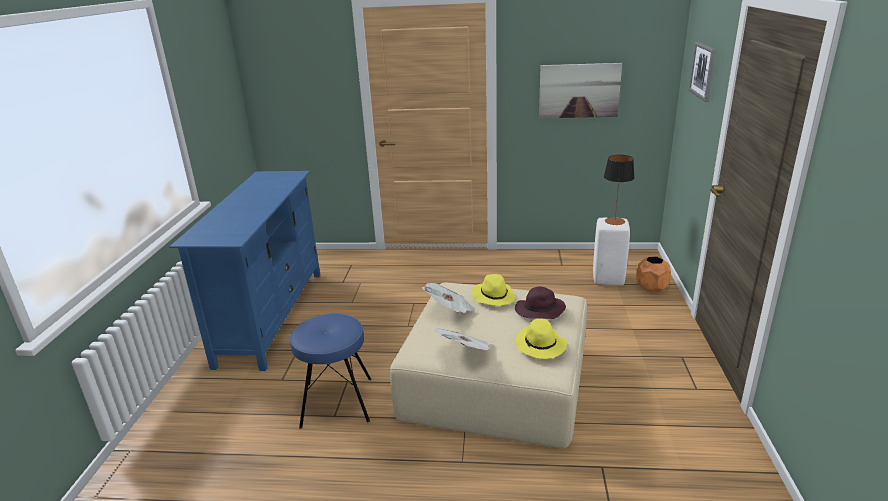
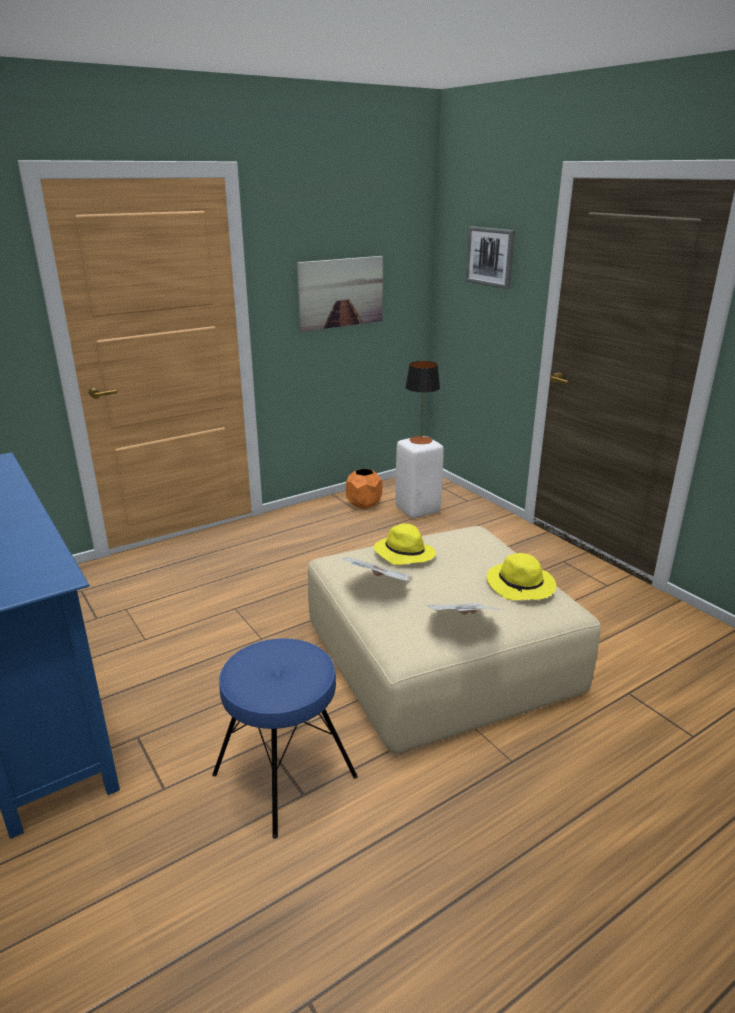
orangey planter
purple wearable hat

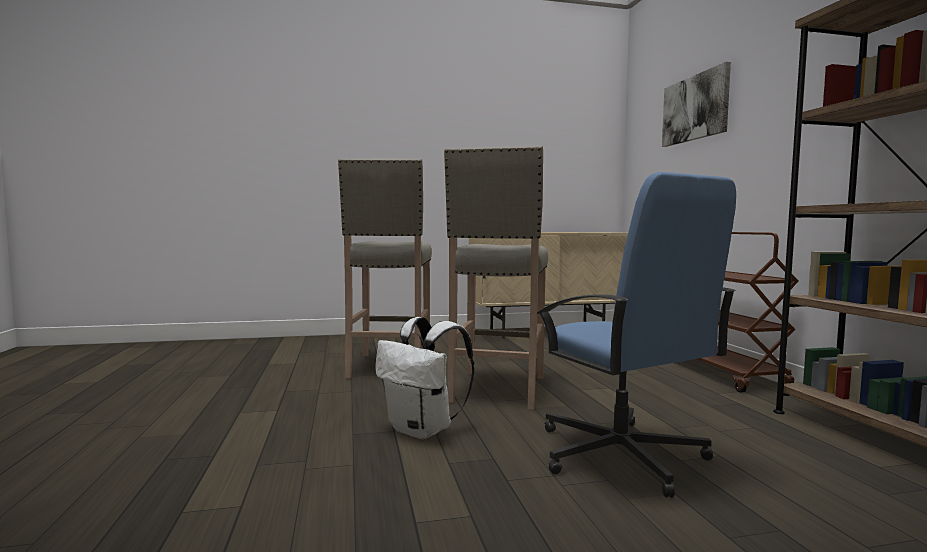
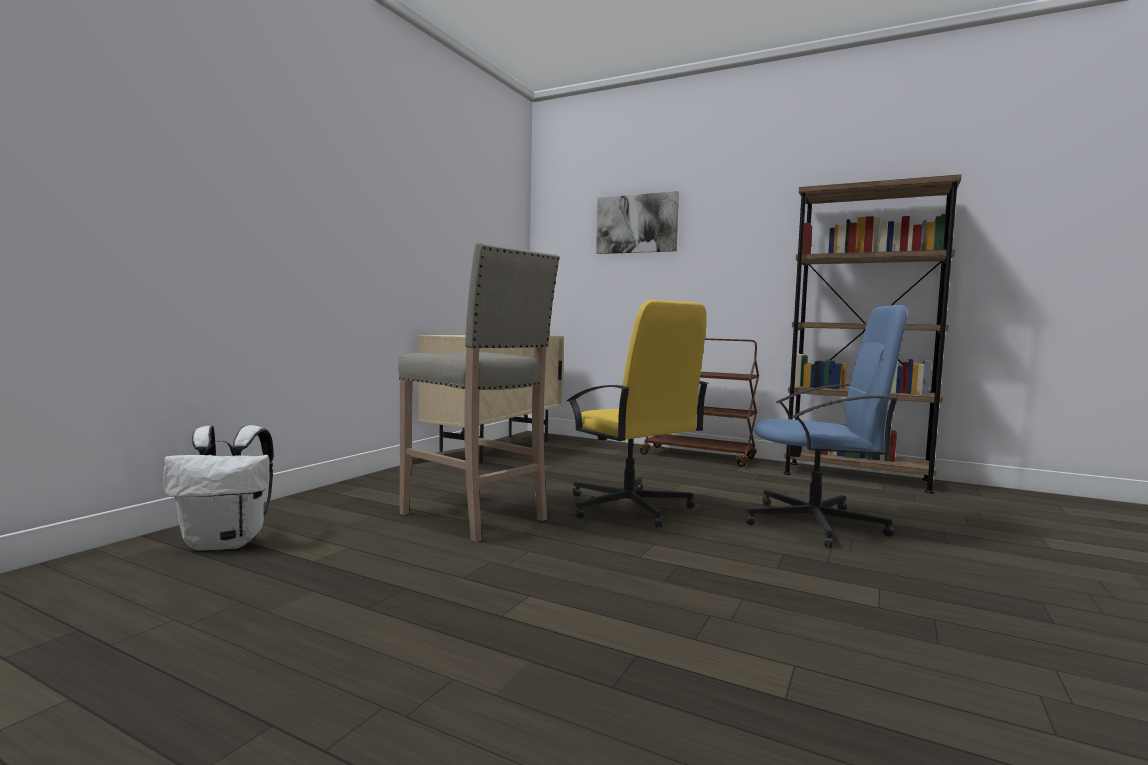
whitish knapsack
yellowish desk chair

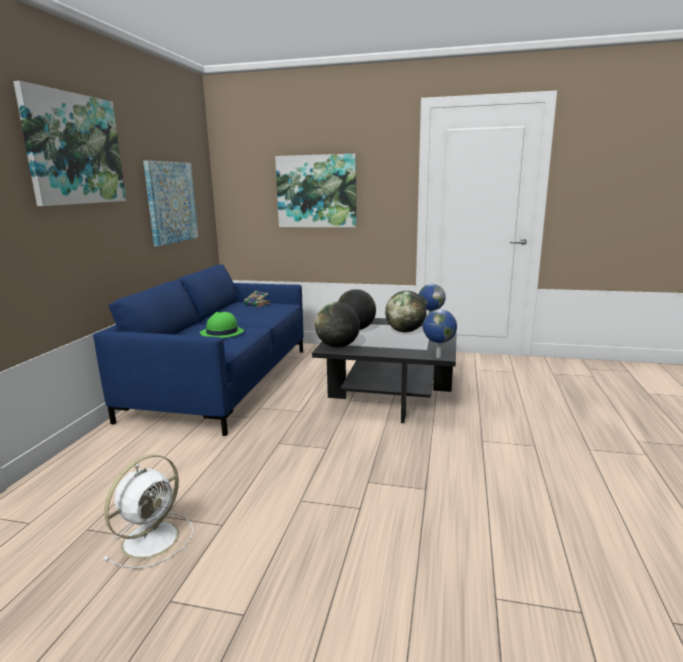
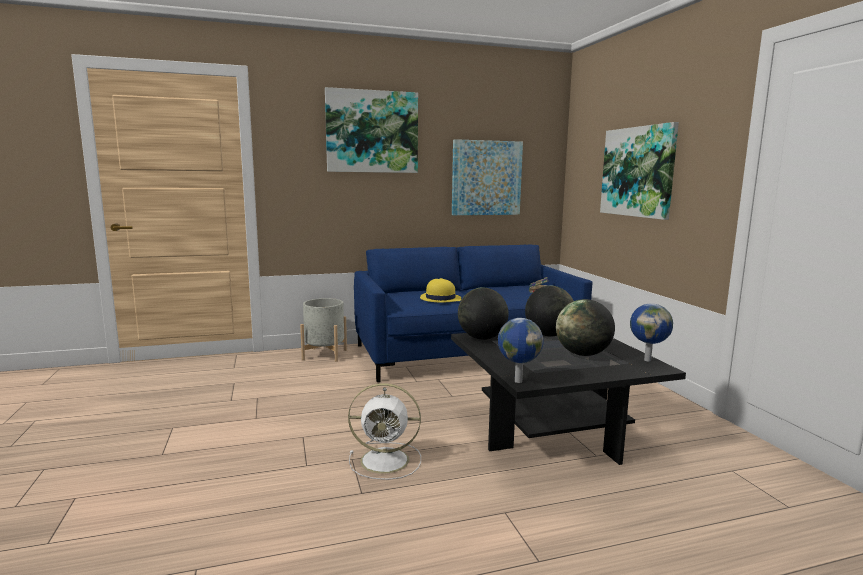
gray planter
whitish cooling fan
yellowish wearable hat

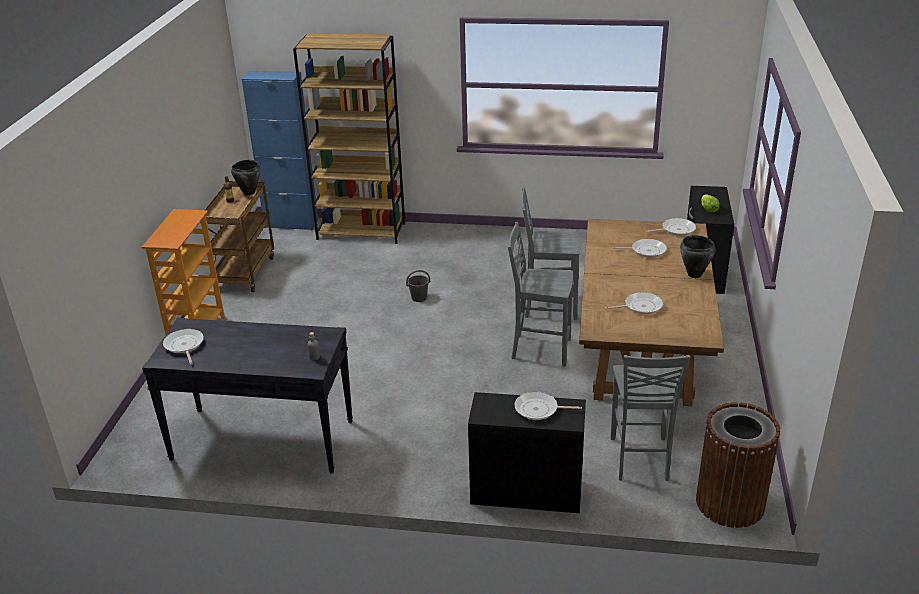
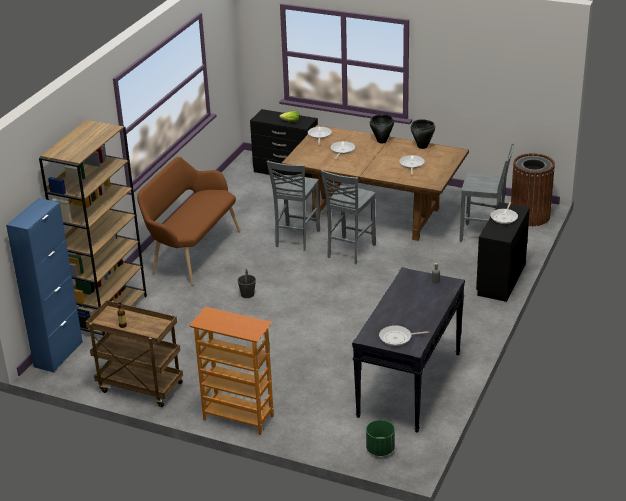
brown-coloured indoor bench
greenish planter
black stockpot (no. 2 from left)

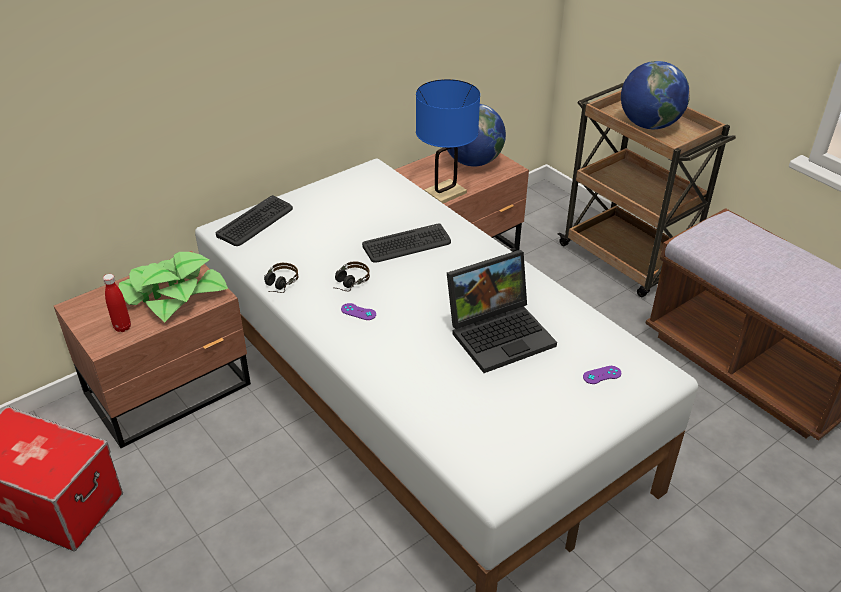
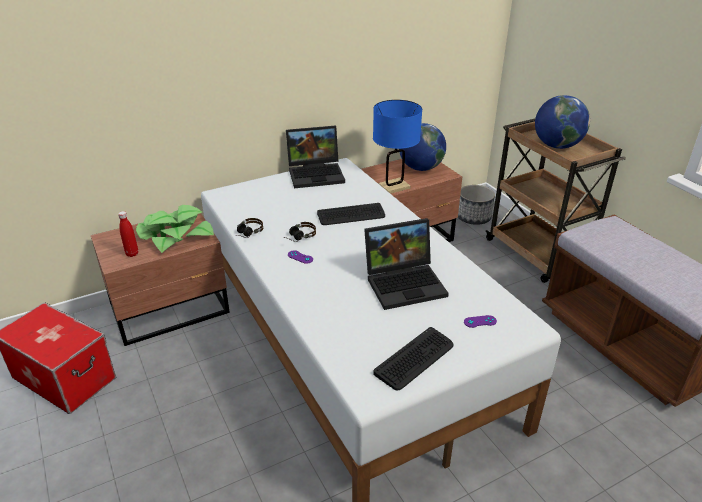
laptop (no. 1 from left)
PC keyboard (no. 2 from left)
planter

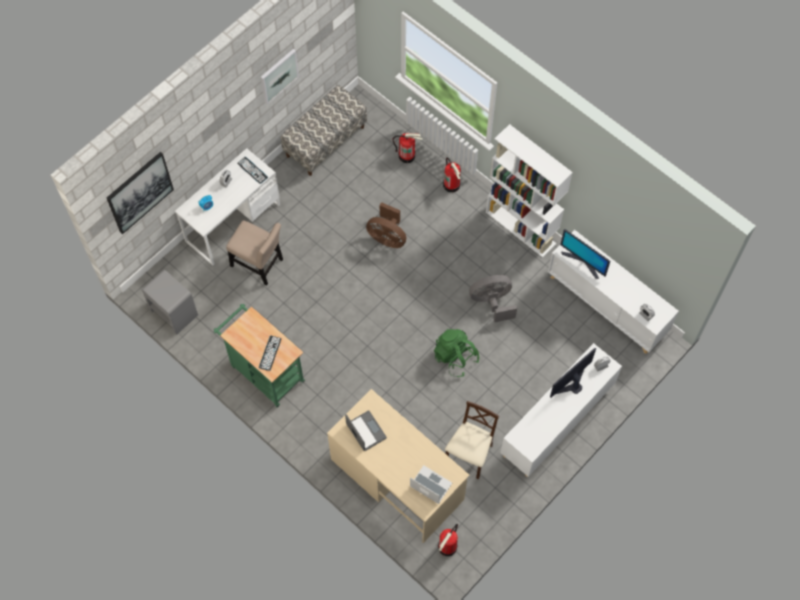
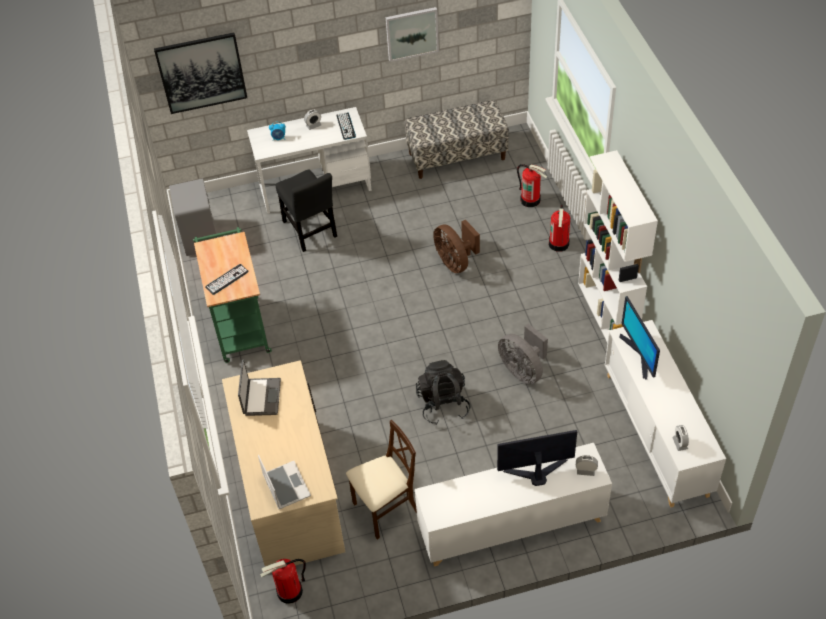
black upright chair
black knapsack
gray cooling fan

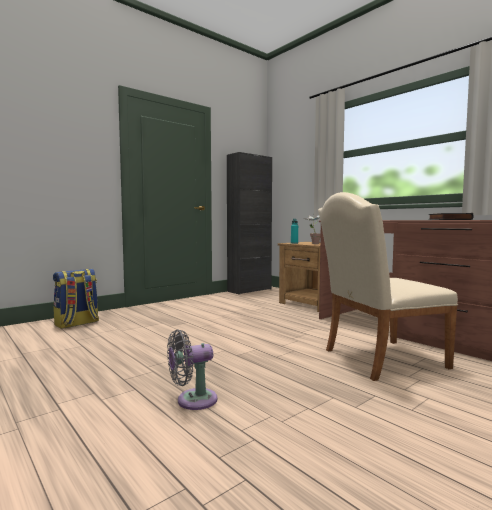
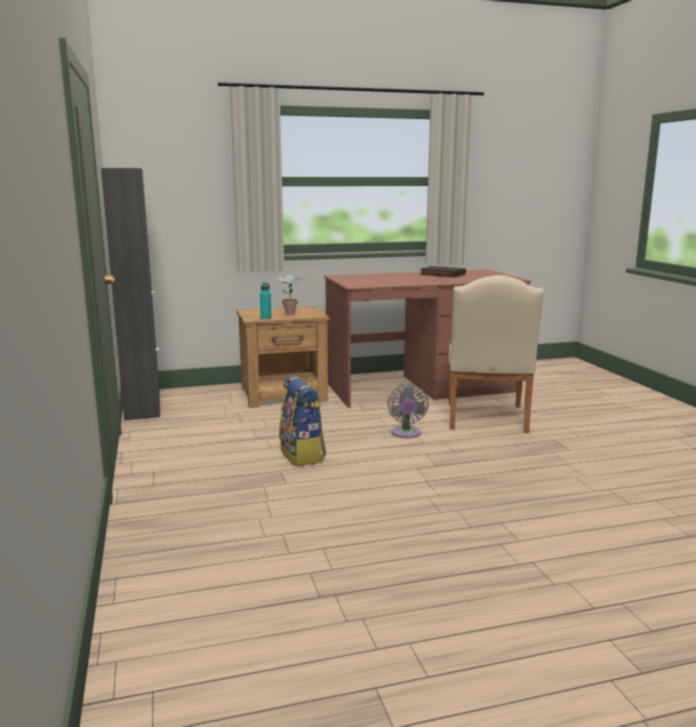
knapsack
gray cooling fan

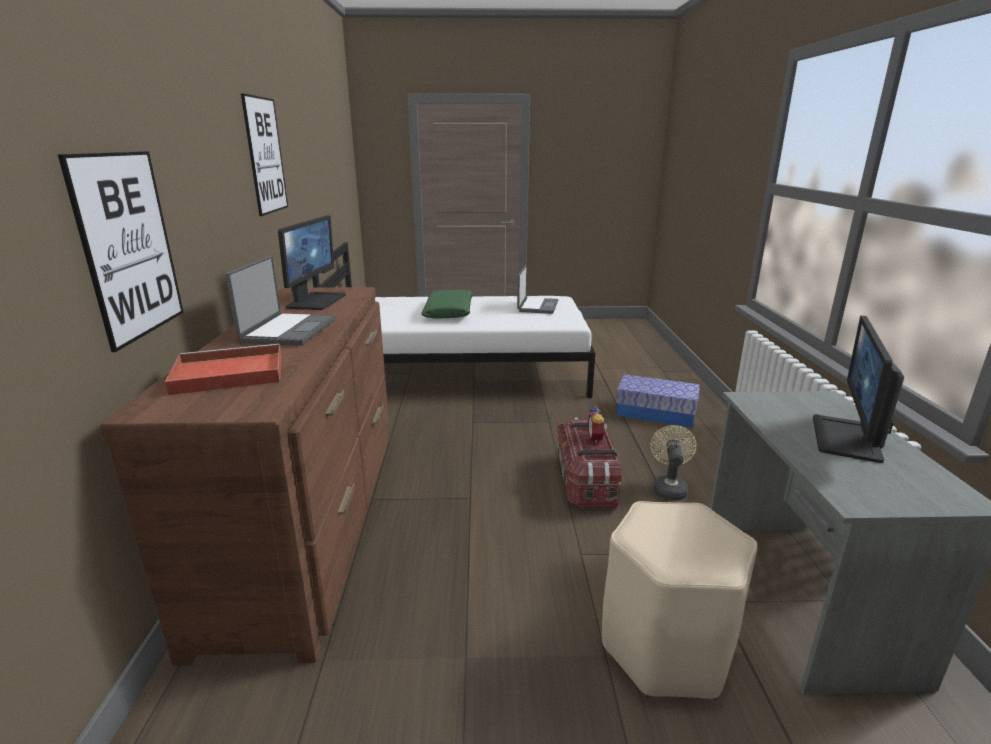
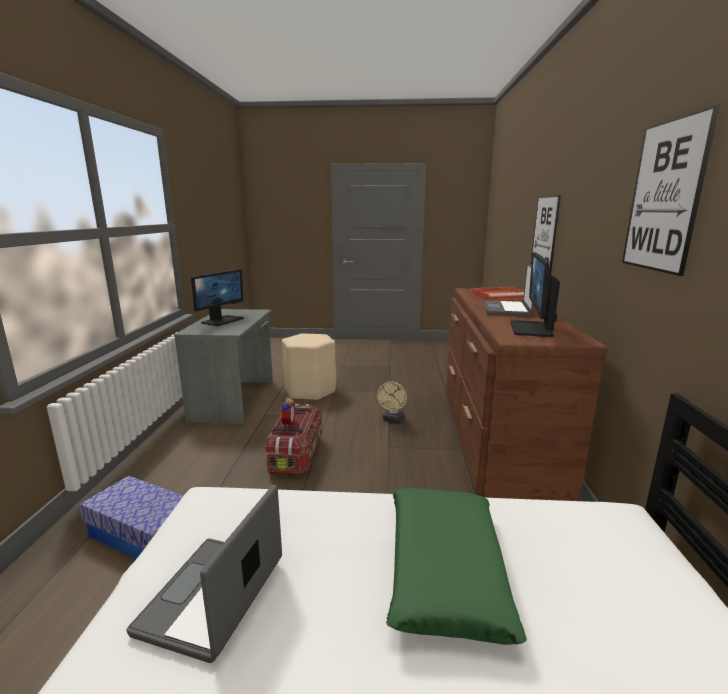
beige cooling fan

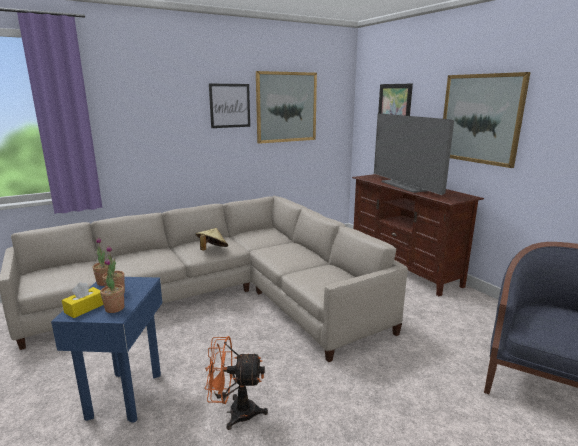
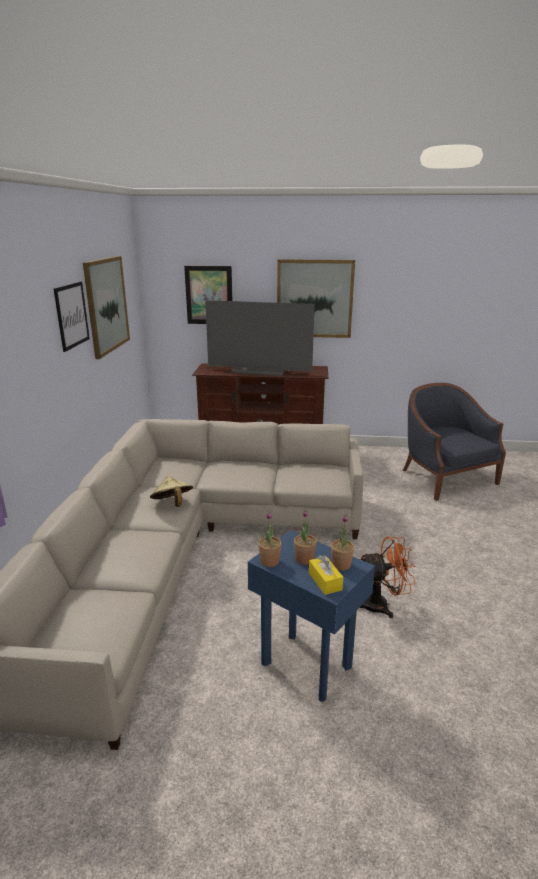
orangey cooling fan

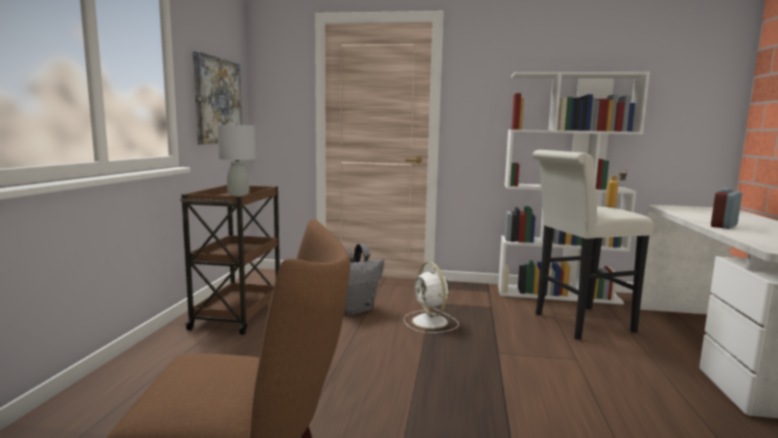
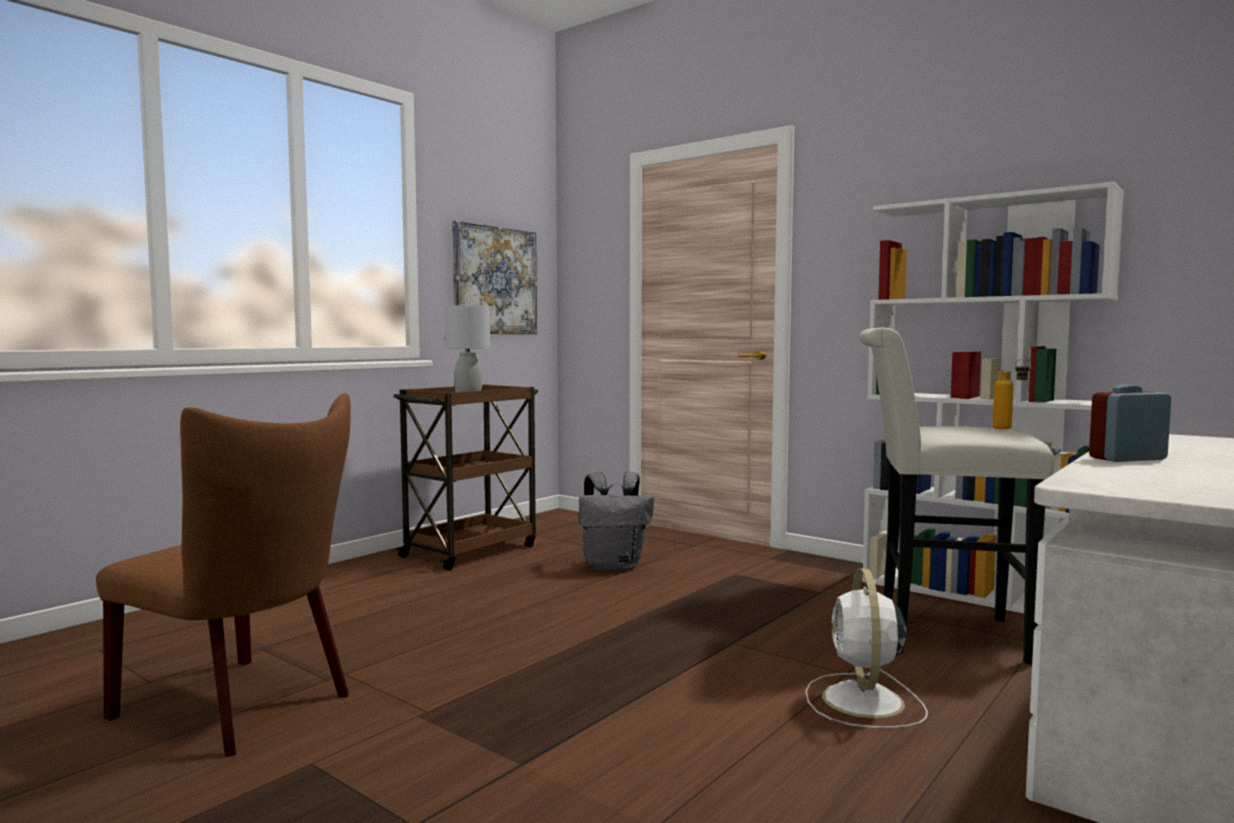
whitish cooling fan

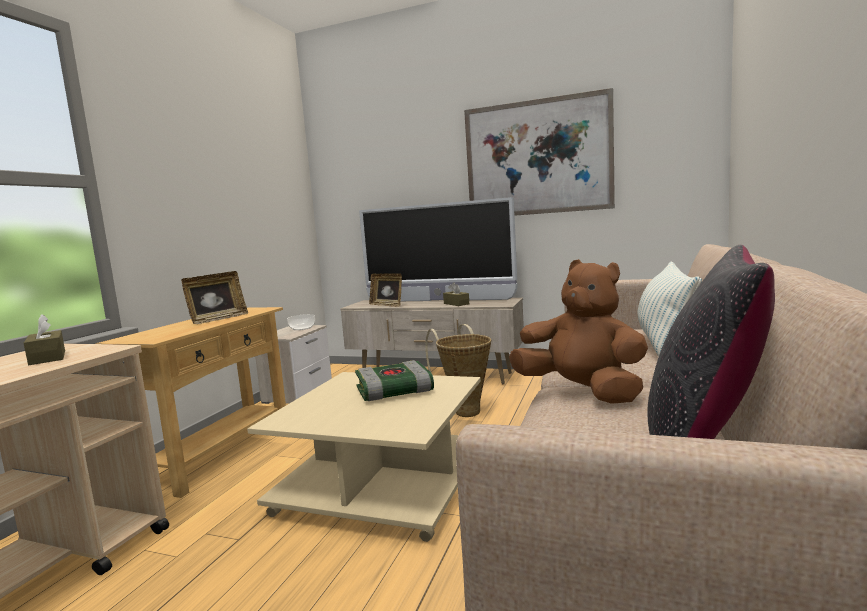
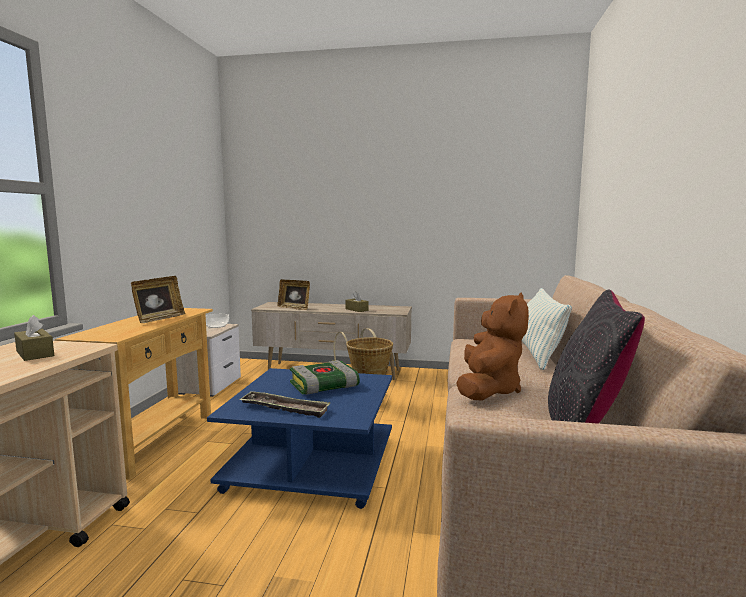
blue coffee table
tray
brown-coloured plush toy
TV set
wall art

